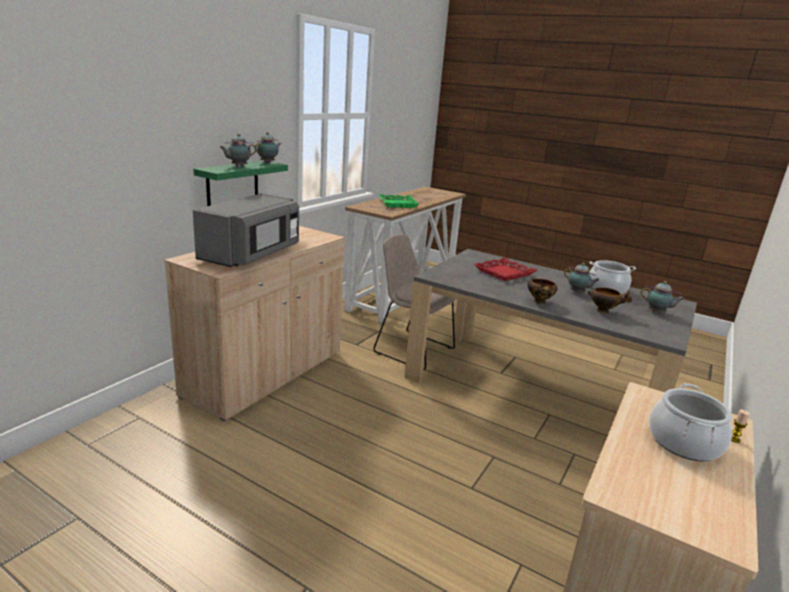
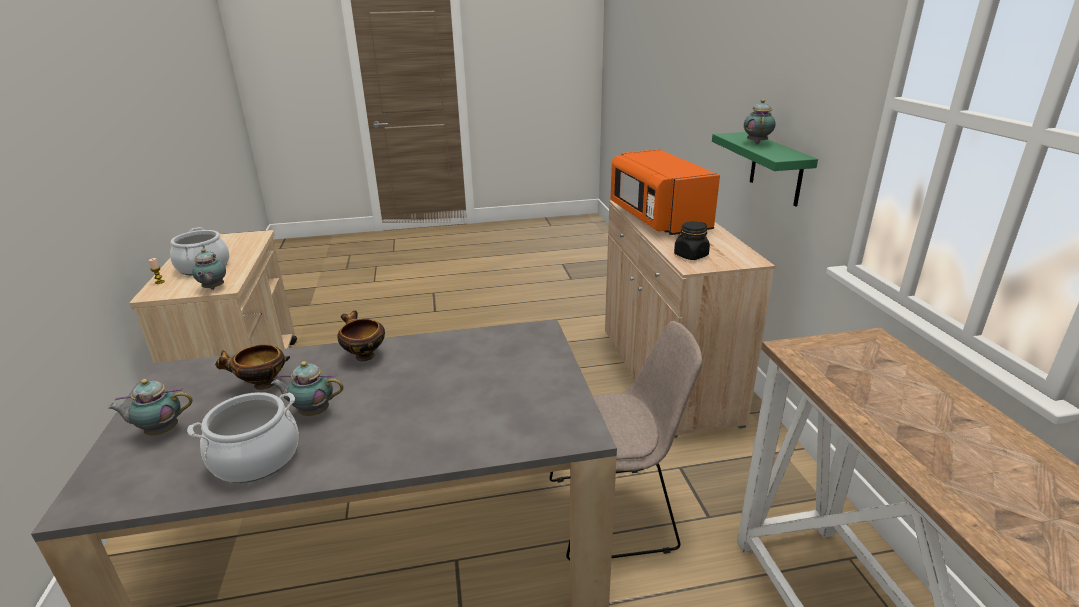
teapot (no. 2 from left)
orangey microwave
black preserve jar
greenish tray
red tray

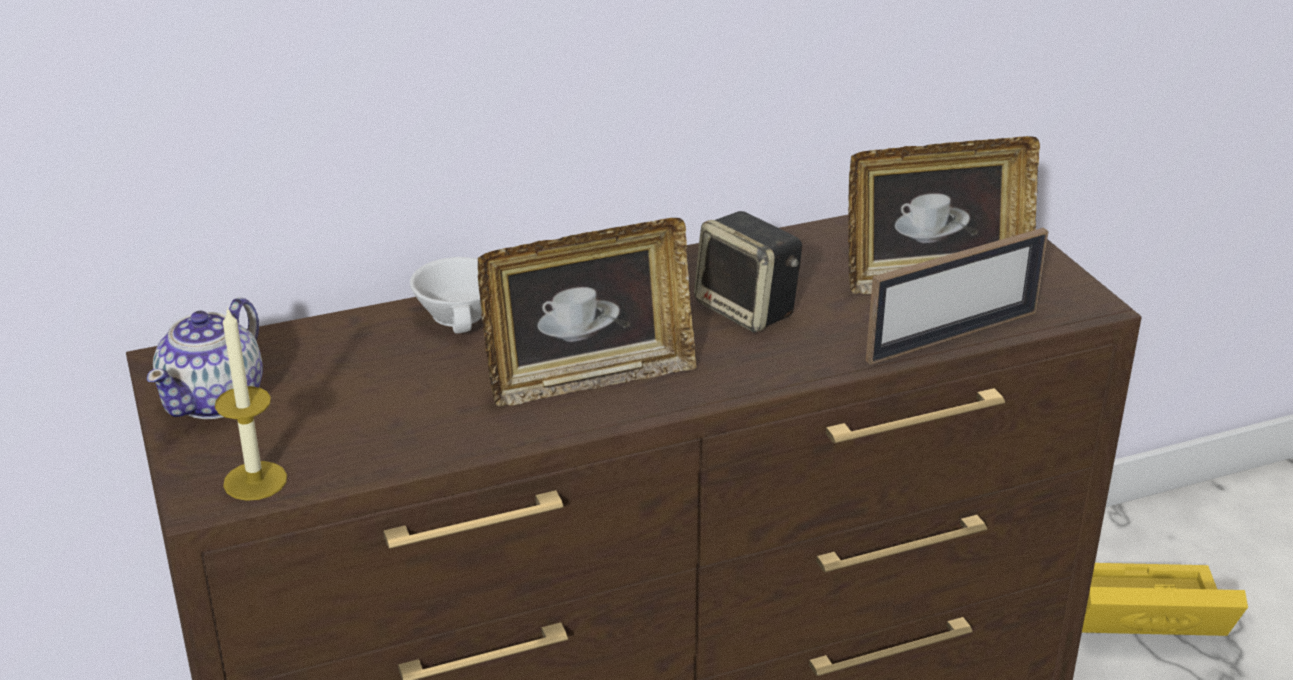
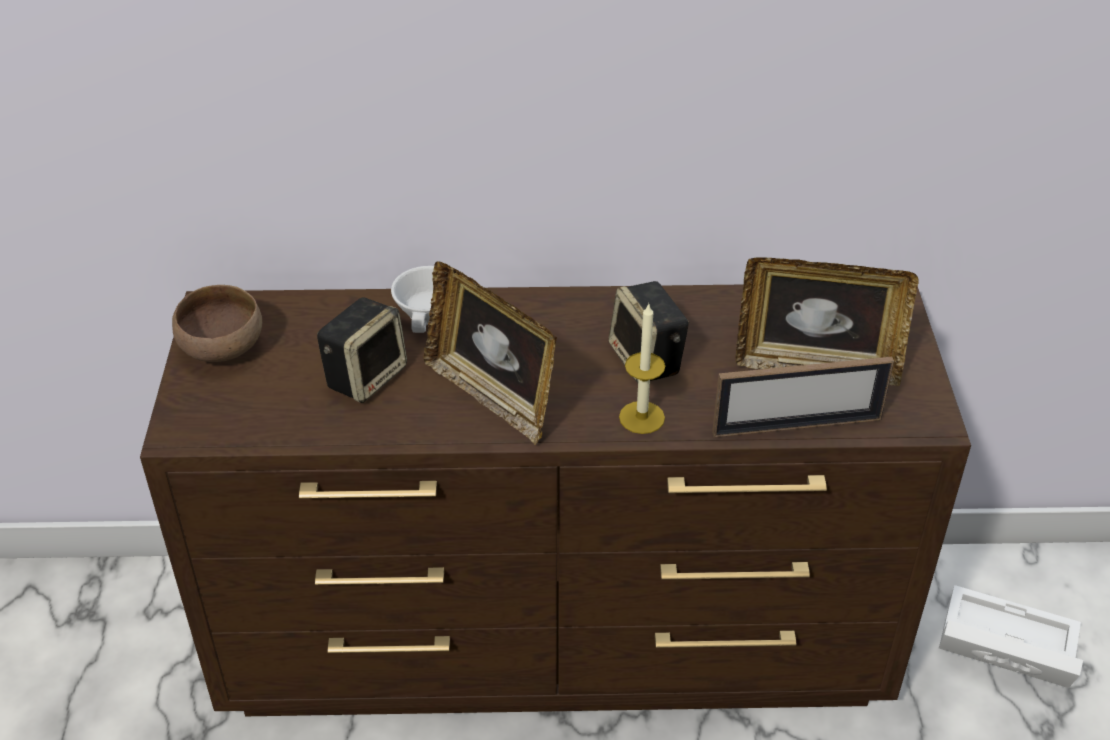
brown-coloured deep dish
speaker (no. 1 from left)
picture frame (no. 1 from left)
wax light
whitish storage container

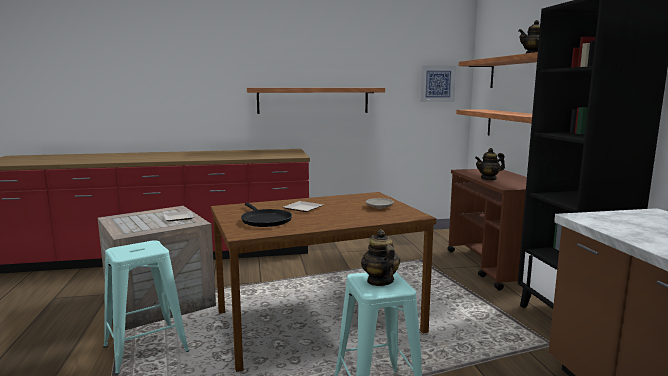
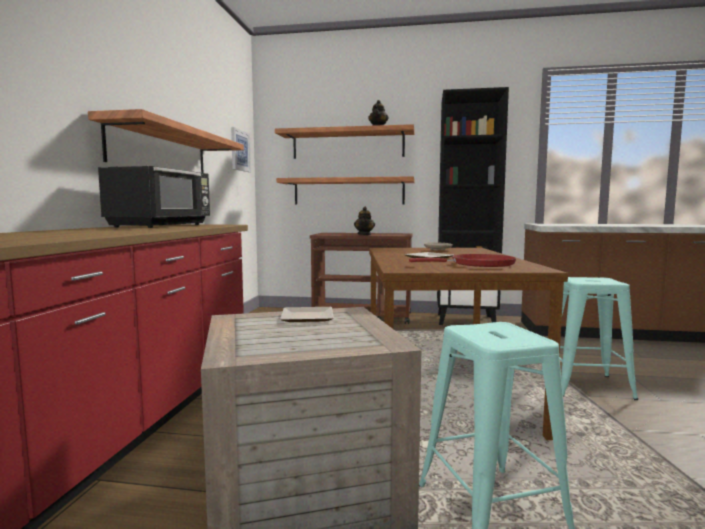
black microwave
red pan
teapot (no. 1 from left in the first image)

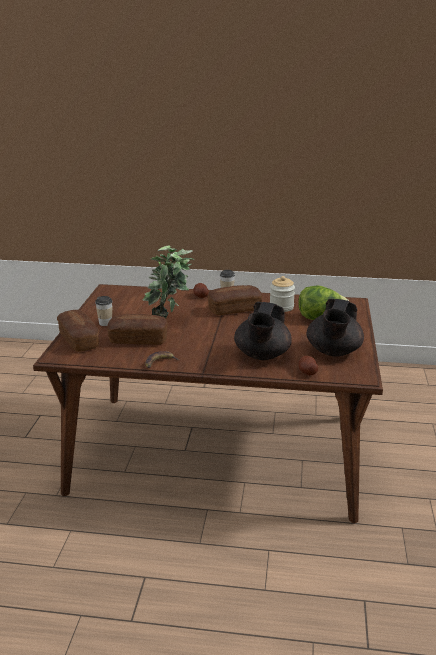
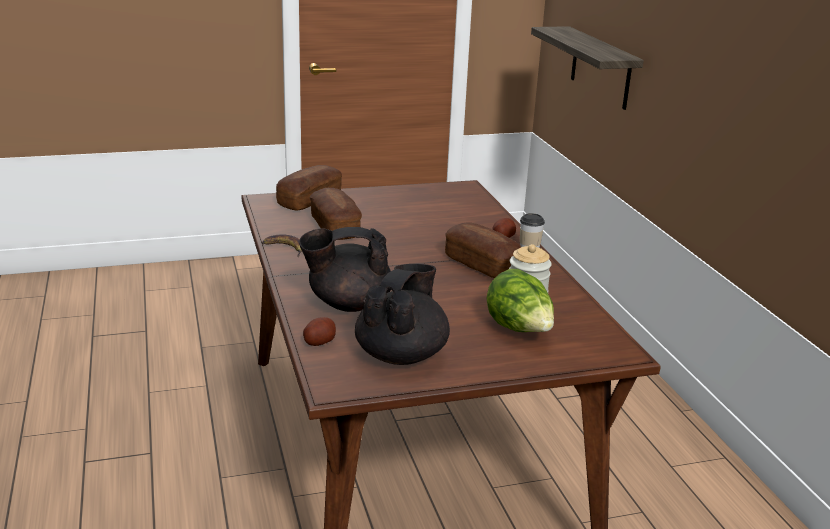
black teapot (no. 2 from left)
wall shelf
small cup (no. 1 from left in the first image)
houseplant

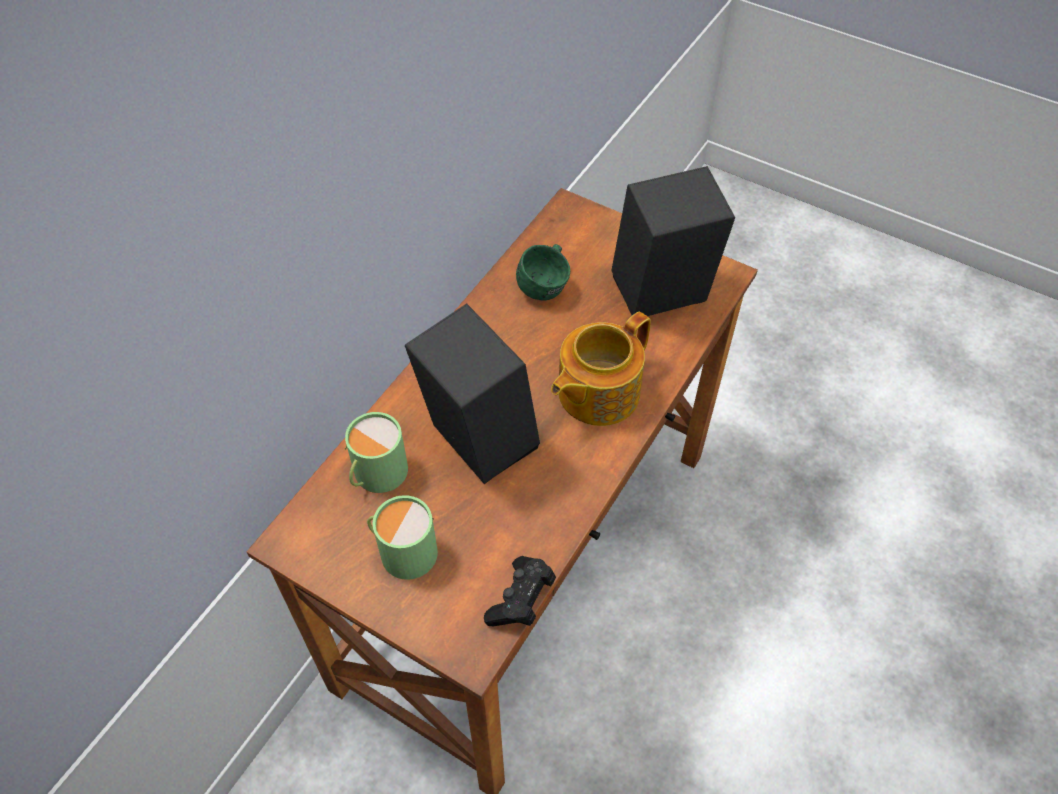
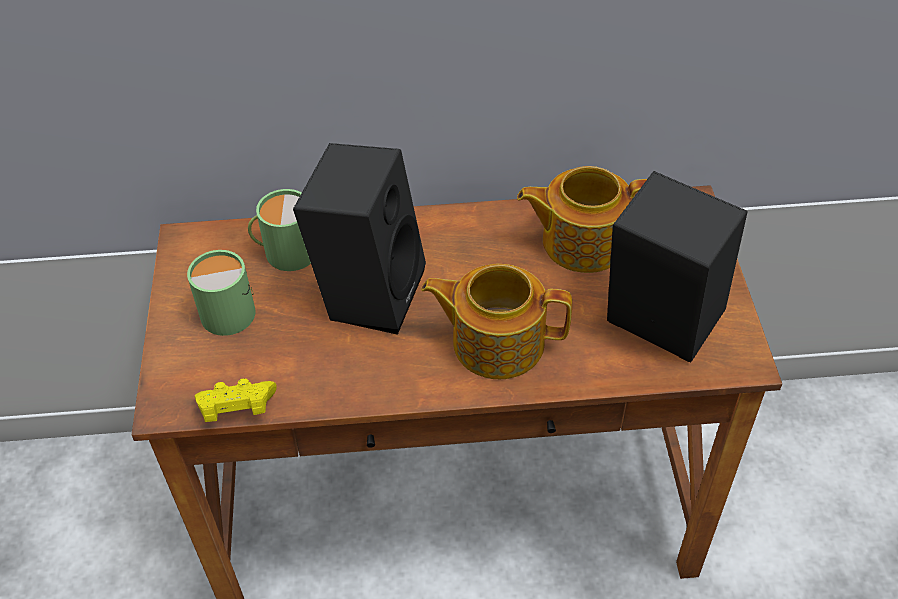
yellowish gamepad
teapot (no. 2 from left)

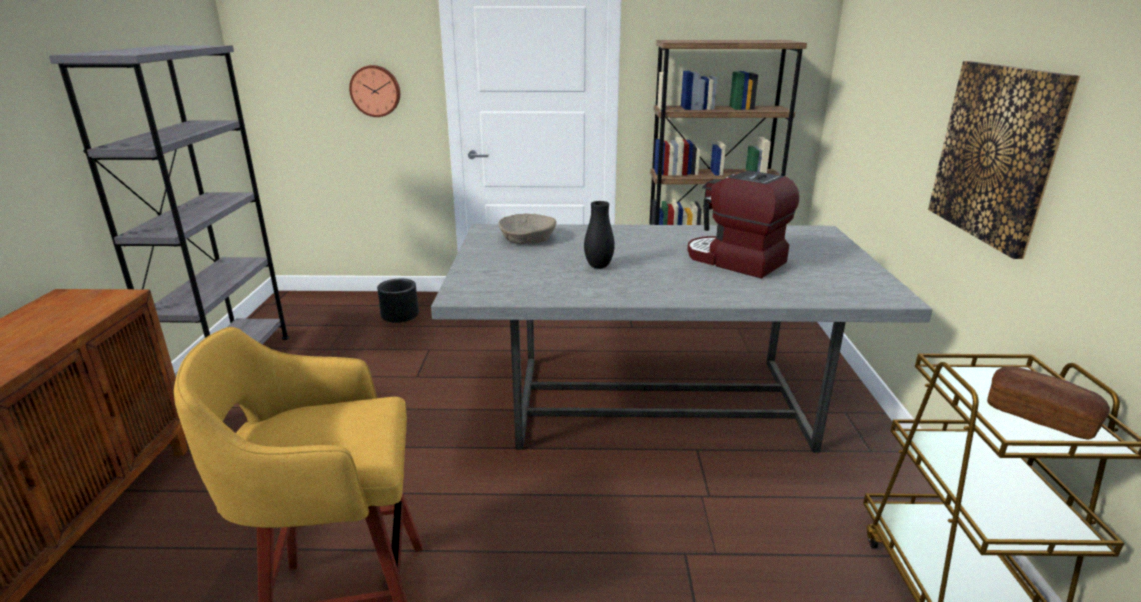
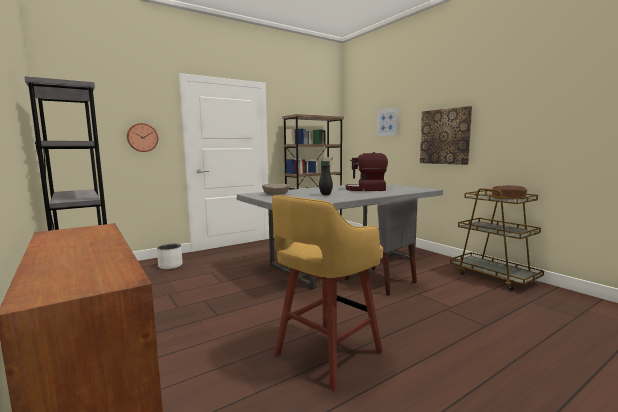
whitish planter
gray upright chair
wall art (no. 1 from left)

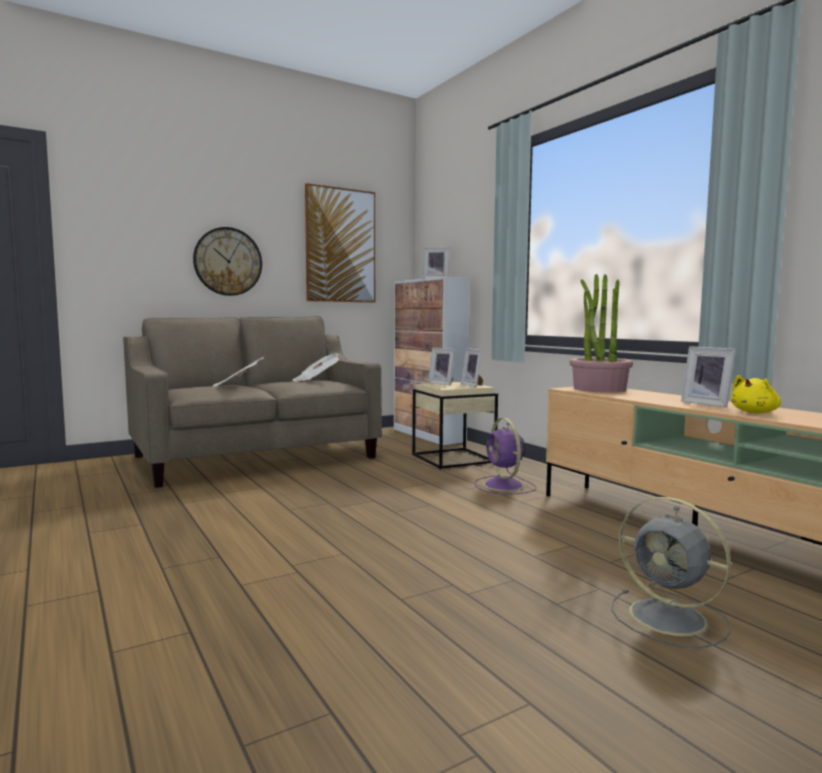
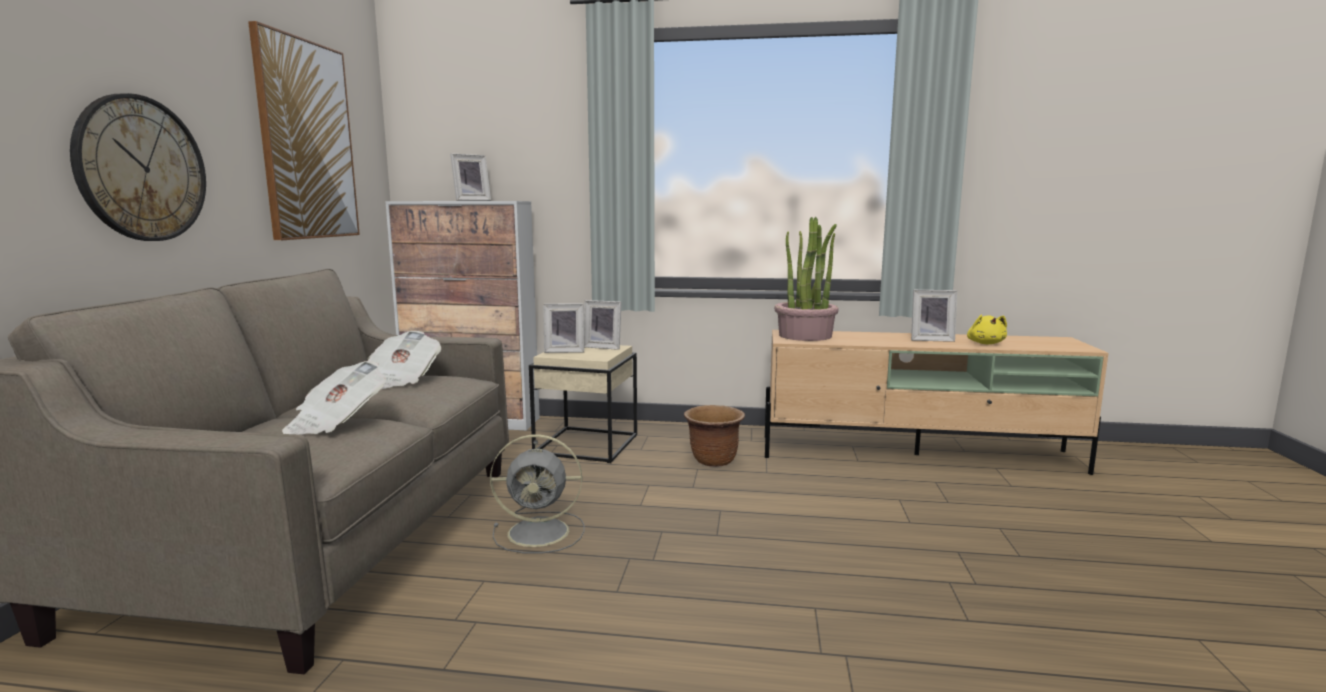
gray cooling fan
brown-coloured planter

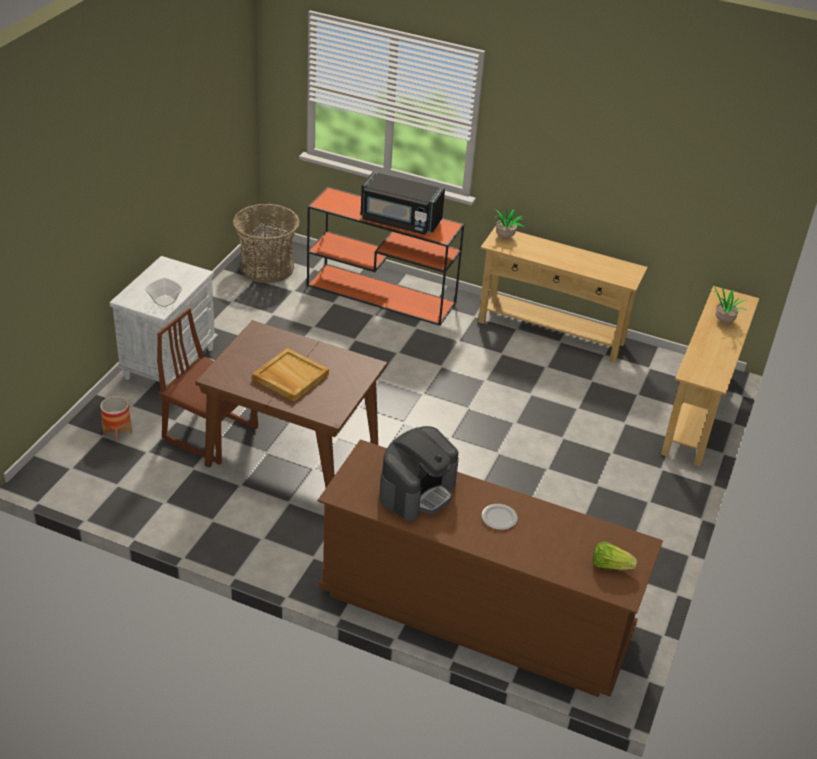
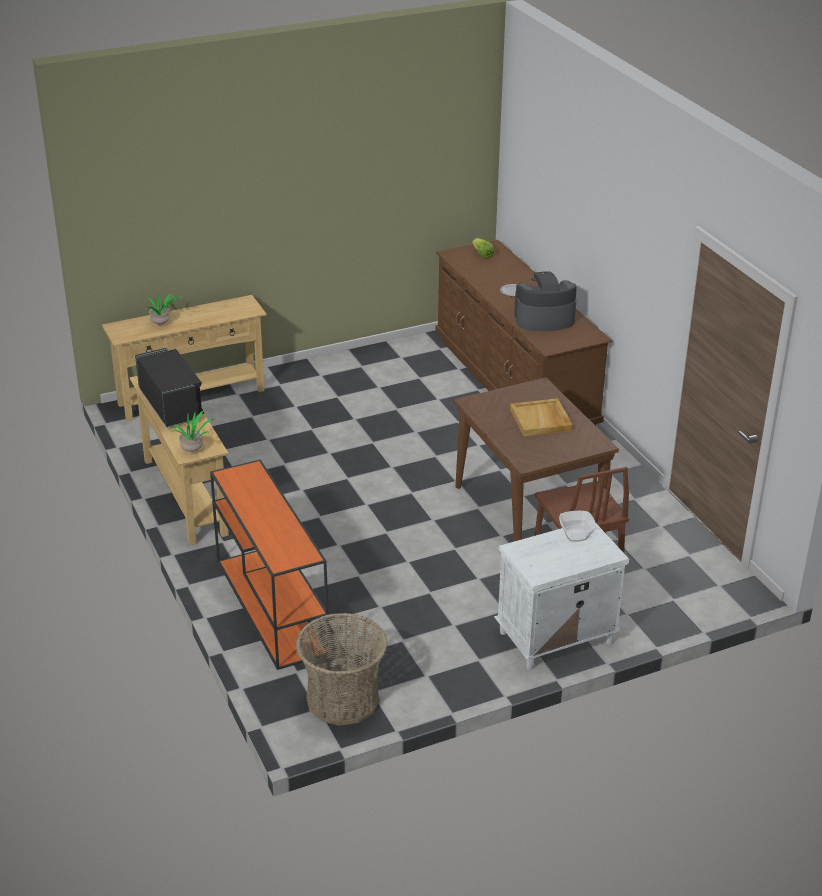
black microwave
planter

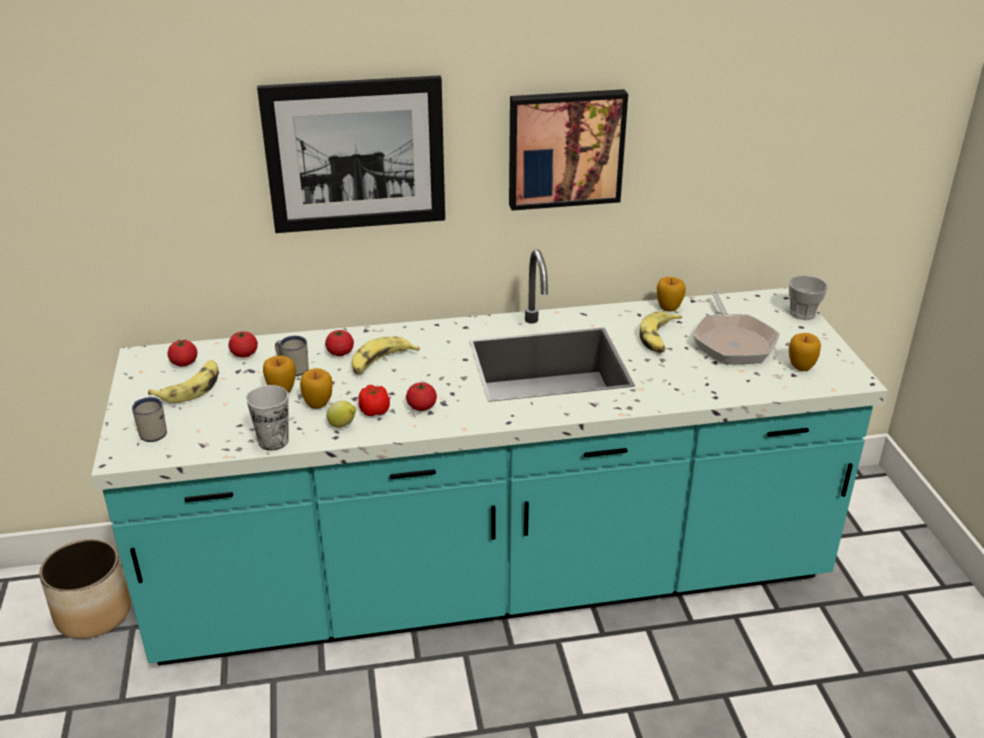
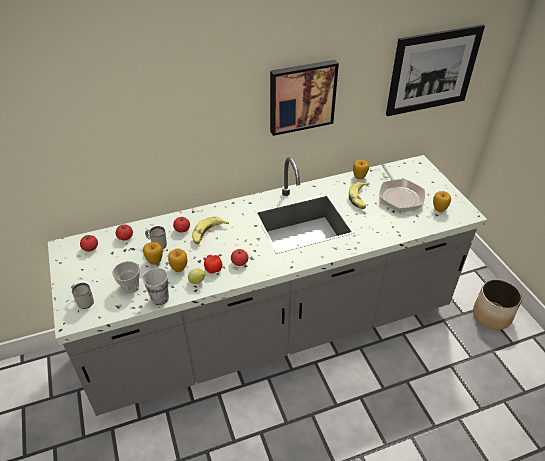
gray kitchen counter
small cup (no. 1 from left)
wall art (no. 2 from left)
planter
banana fruit (no. 1 from left in the first image)

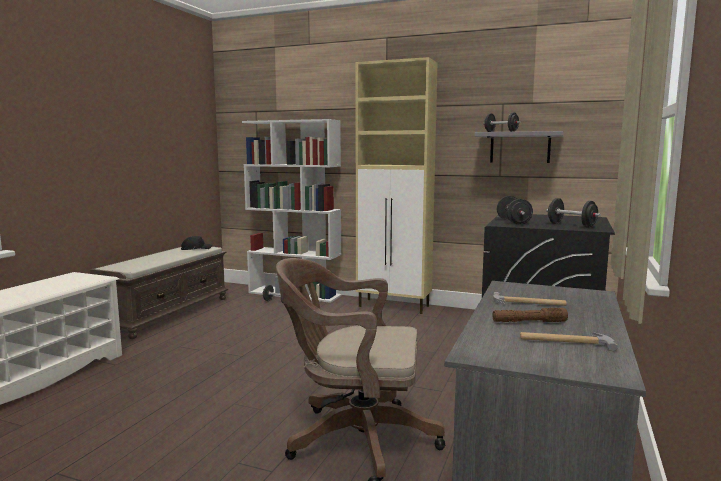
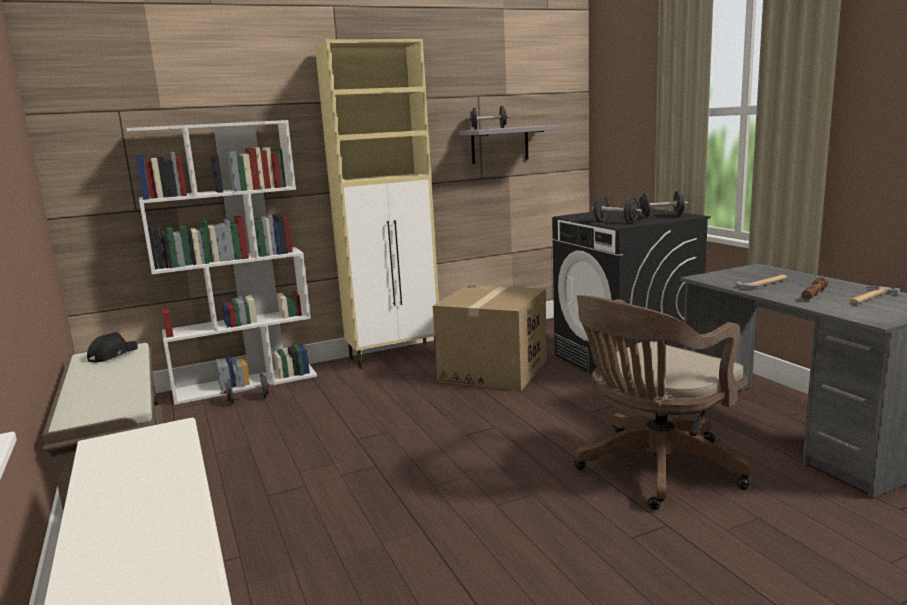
carton

